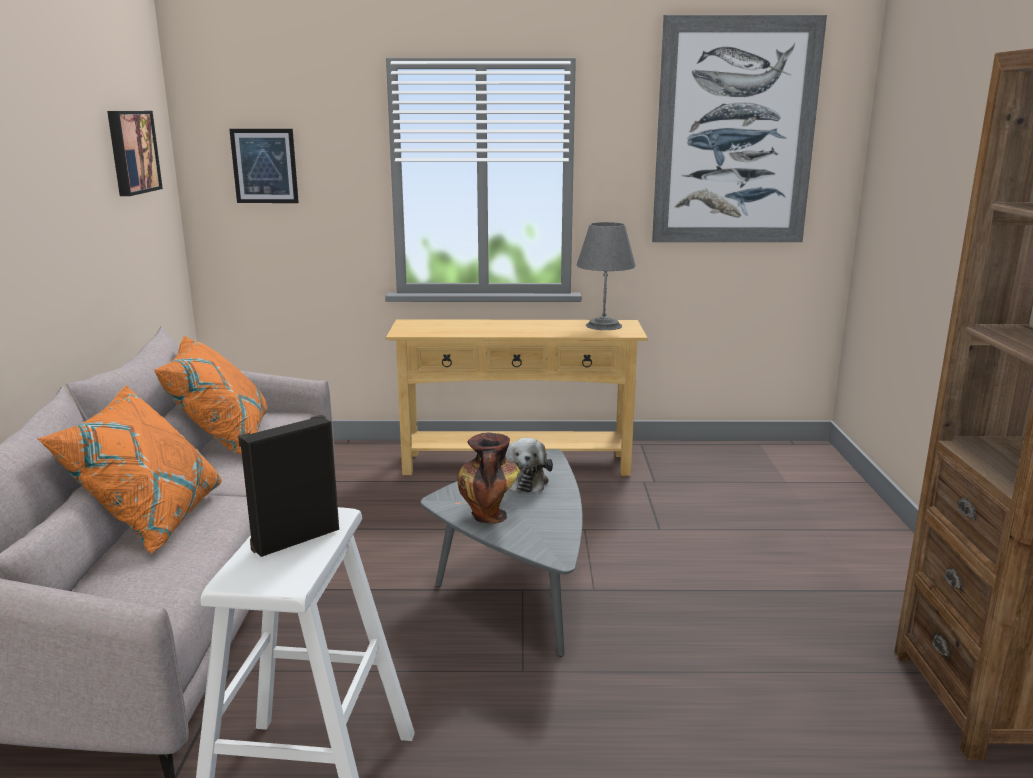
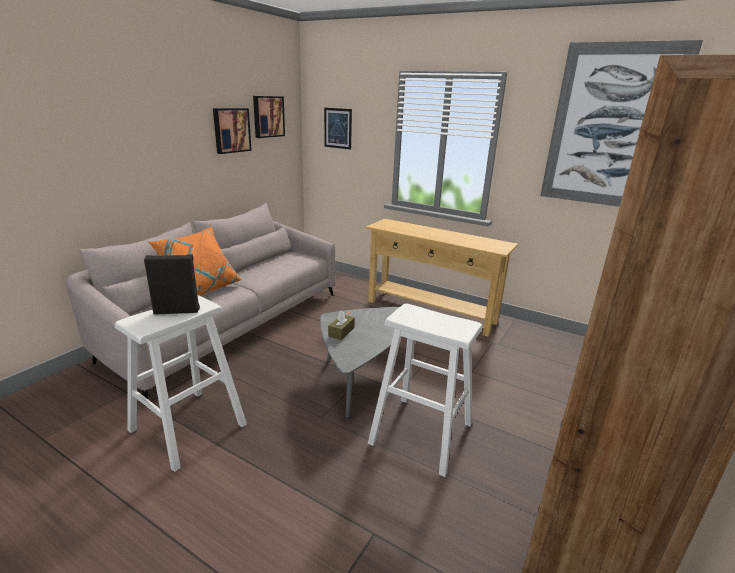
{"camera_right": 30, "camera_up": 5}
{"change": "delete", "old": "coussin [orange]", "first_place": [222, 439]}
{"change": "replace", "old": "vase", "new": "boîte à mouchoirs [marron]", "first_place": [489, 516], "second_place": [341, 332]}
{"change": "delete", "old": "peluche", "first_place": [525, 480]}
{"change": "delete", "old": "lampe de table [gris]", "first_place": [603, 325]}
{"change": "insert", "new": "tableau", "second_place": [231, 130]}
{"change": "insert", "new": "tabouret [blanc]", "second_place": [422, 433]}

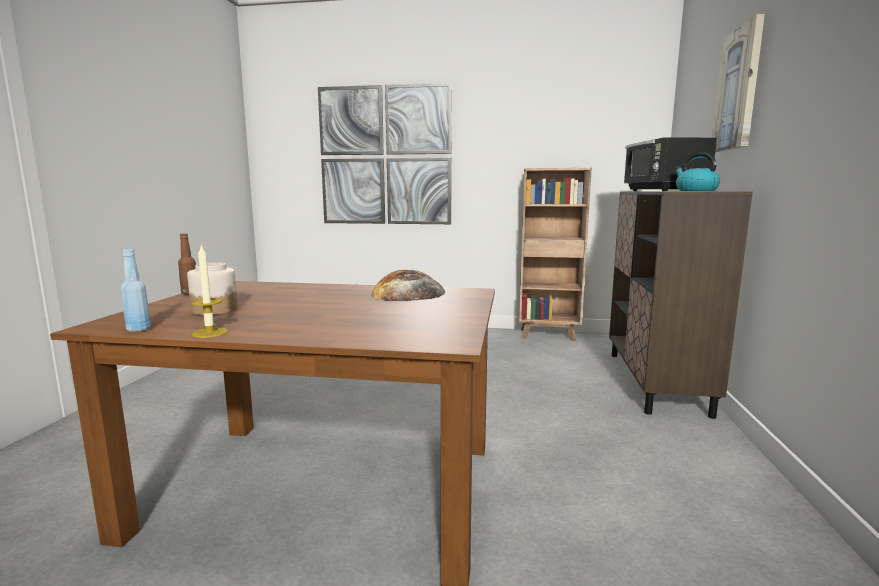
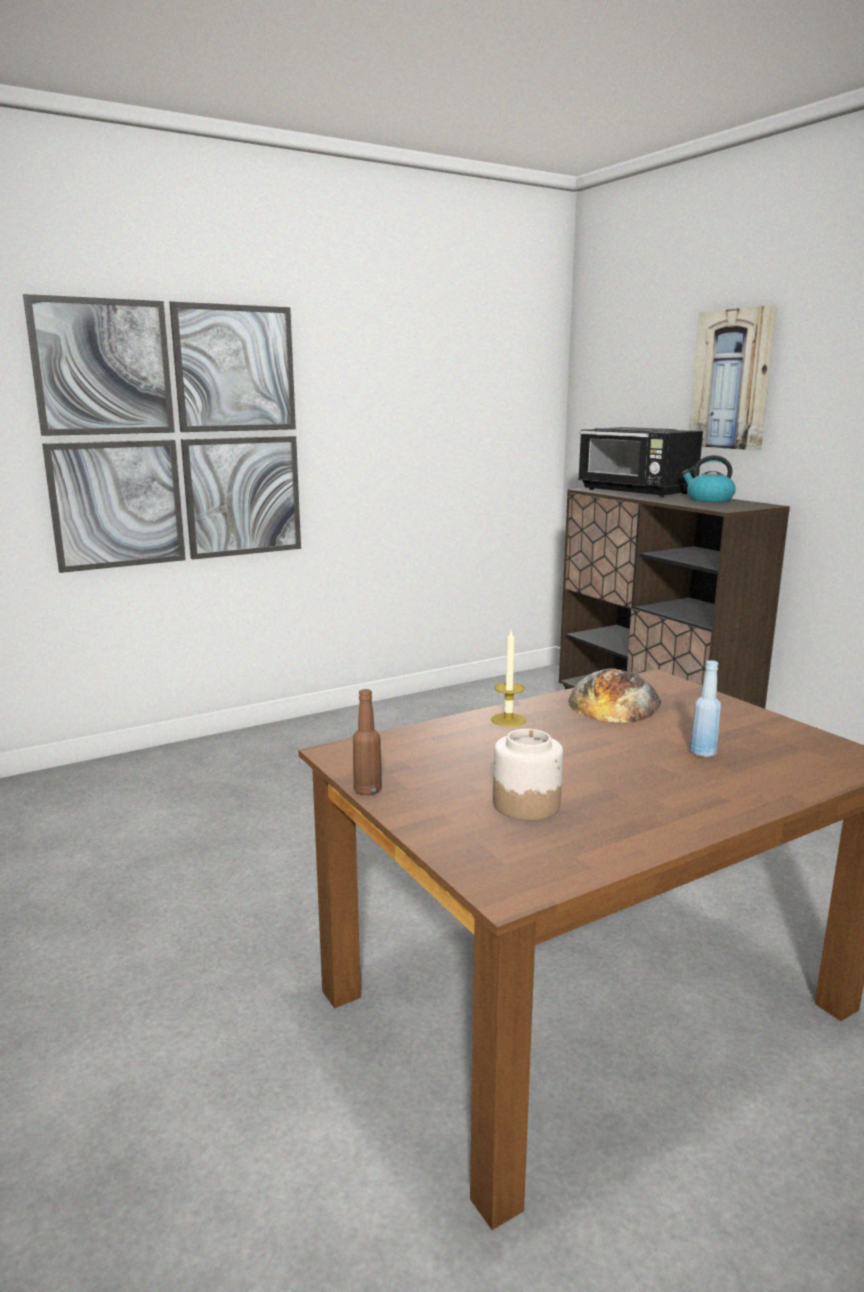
{"camera_right": -40, "camera_up": 5}
{"change": "move", "old": "bouteille [bleu]", "first_place": [138, 329], "second_place": [702, 753]}
{"change": "move", "old": "bougie", "first_place": [210, 333], "second_place": [508, 720]}
{"change": "delete", "old": "bibliothèque [marron]", "first_place": [549, 335]}

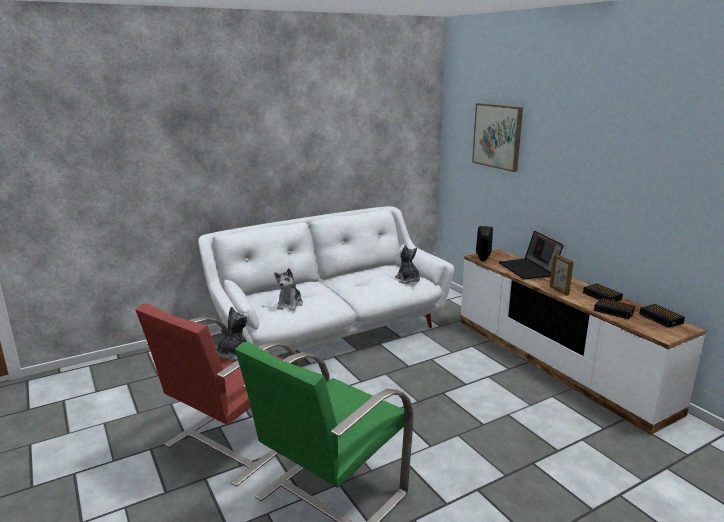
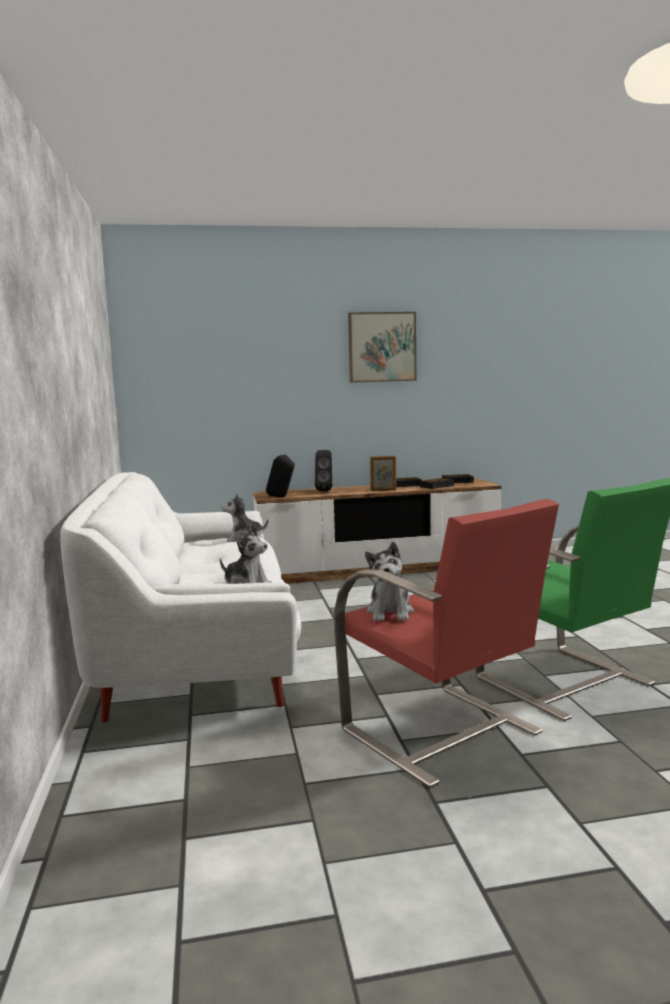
{"camera_right": -70, "camera_up": -10}
{"change": "rotate", "old": "peluche", "first_place": [234, 353], "second_place": [390, 612], "degrees": -135}
{"change": "move", "old": "tableau", "first_place": [497, 136], "second_place": [382, 347]}
{"change": "replace", "old": "ordinateur portable", "new": "enceinte [noir]", "first_place": [529, 269], "second_place": [324, 490]}

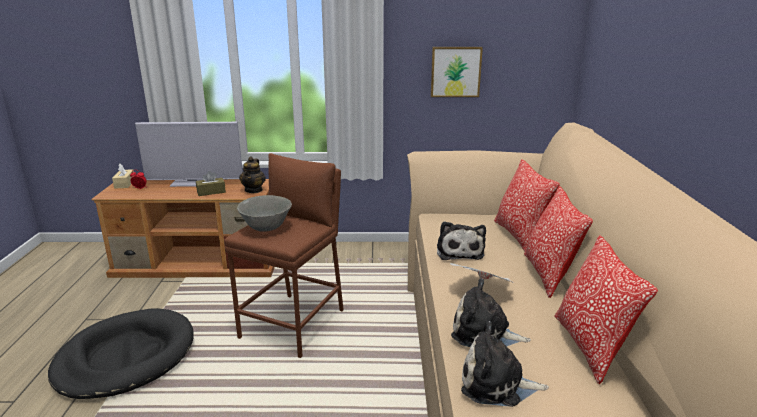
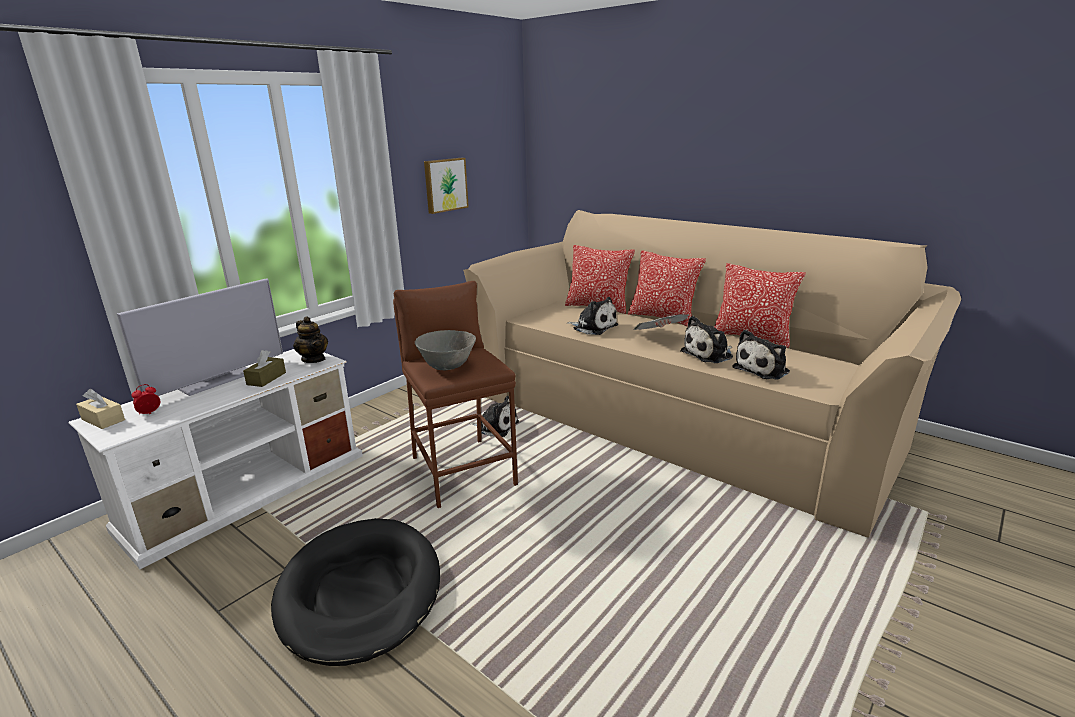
{"camera_right": -50, "camera_up": 0}
{"change": "recolor", "old": "meuble télé [marron]", "new": "meuble télé [blanc]", "first_place": [199, 263], "second_place": [248, 490]}
{"change": "insert", "new": "peluche", "second_place": [495, 426]}

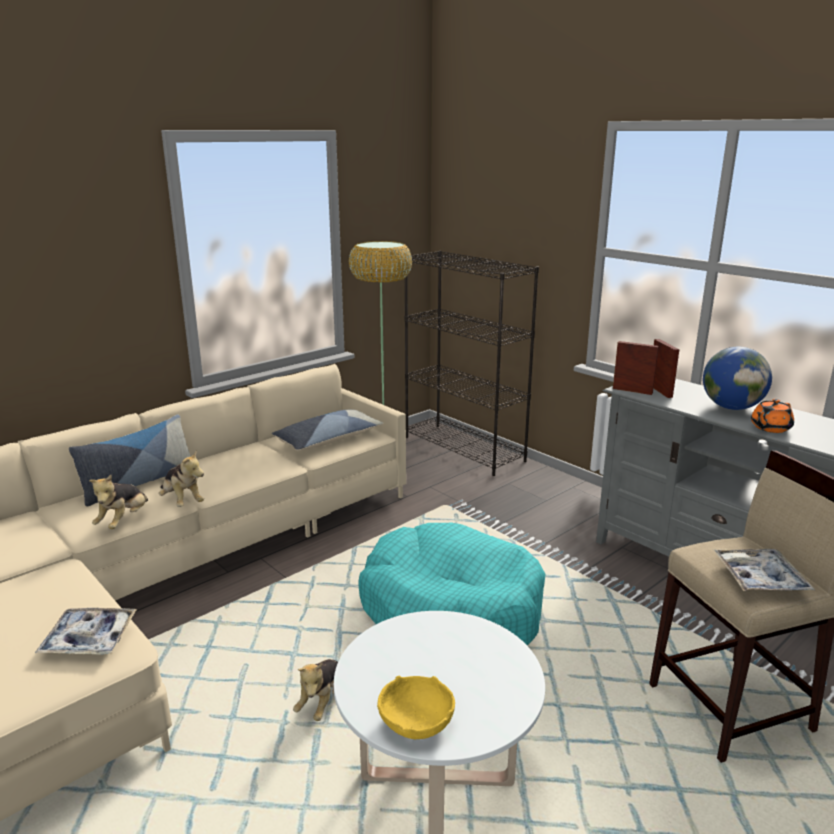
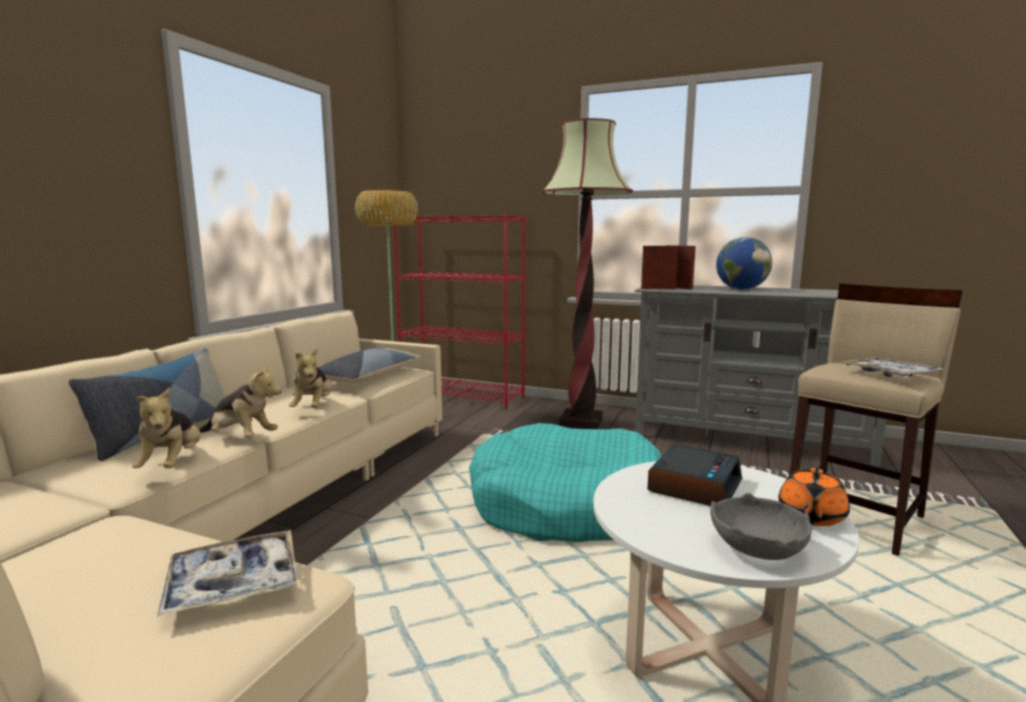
{"camera_right": -25, "camera_up": -10}
{"change": "move", "old": "peluche", "first_place": [323, 701], "second_place": [313, 407]}
{"change": "recolor", "old": "bol [jaune]", "new": "bol [gris]", "first_place": [417, 723], "second_place": [758, 548]}
{"change": "recolor", "old": "bibliothèque [noir]", "new": "bibliothèque [rouge]", "first_place": [464, 449], "second_place": [463, 396]}
{"change": "move", "old": "théière [orange]", "first_place": [769, 428], "second_place": [811, 516]}
{"change": "insert", "new": "lampadaire", "second_place": [581, 422]}
{"change": "insert", "new": "réveil", "second_place": [694, 485]}

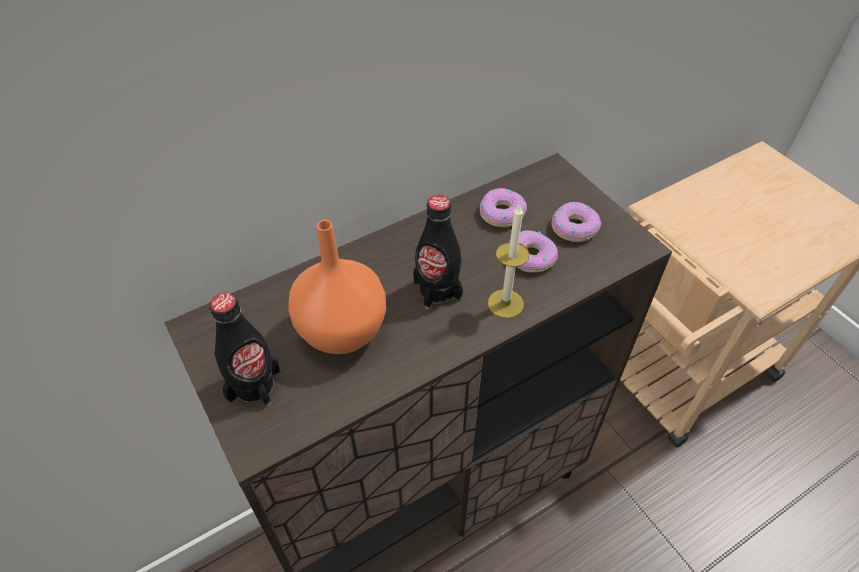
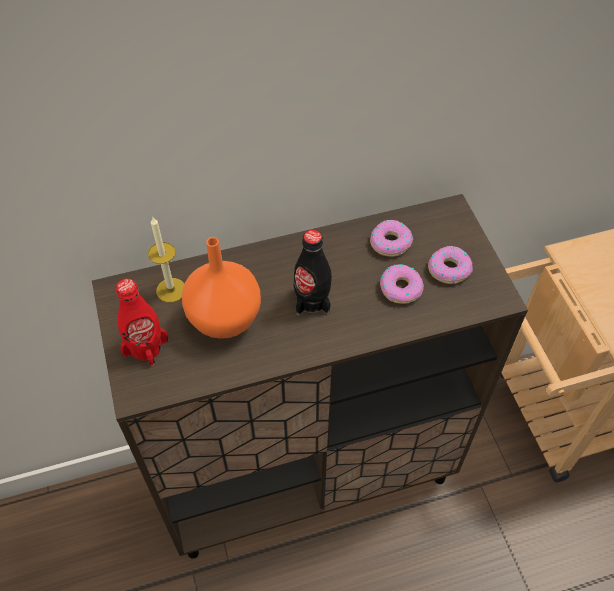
{"camera_right": 15, "camera_up": 5}
{"change": "recolor", "old": "bouteille [noir]", "new": "bouteille [rouge]", "first_place": [254, 385], "second_place": [146, 347]}
{"change": "move", "old": "bougie", "first_place": [505, 303], "second_place": [171, 290]}

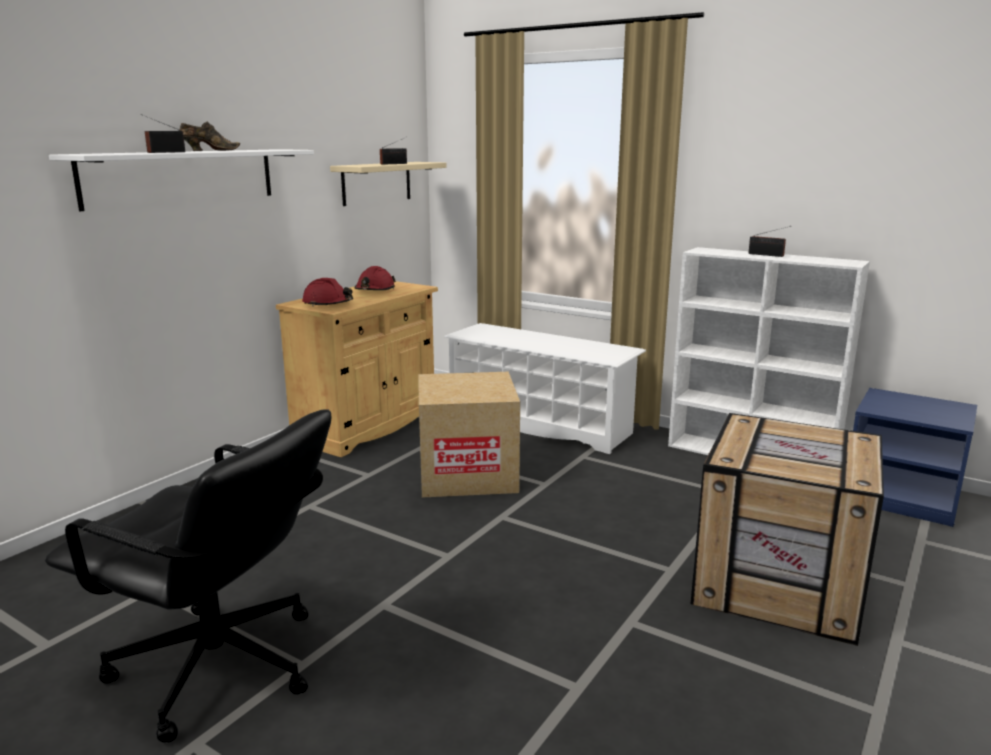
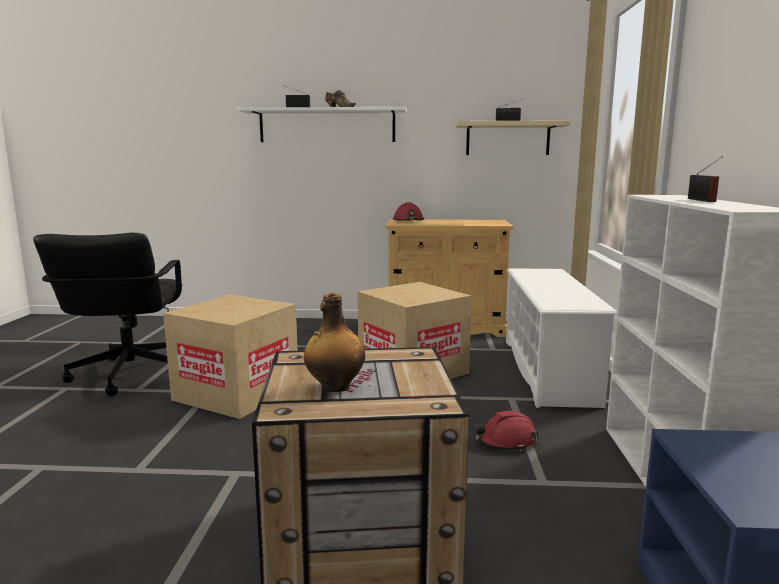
{"camera_right": 60, "camera_up": -5}
{"change": "move", "old": "casque de chantier [rouge]", "first_place": [375, 290], "second_place": [506, 441]}
{"change": "insert", "new": "carton", "second_place": [236, 393]}
{"change": "insert", "new": "bouteille", "second_place": [334, 387]}

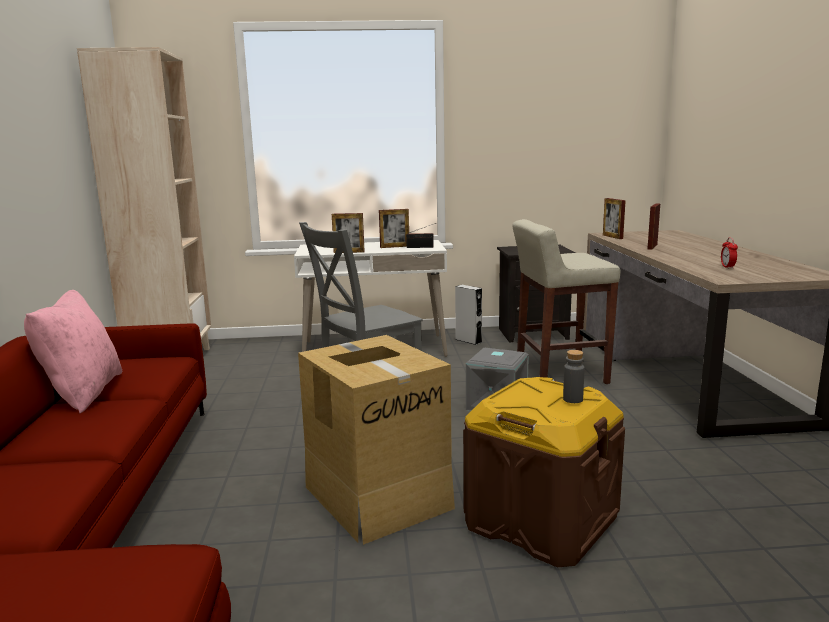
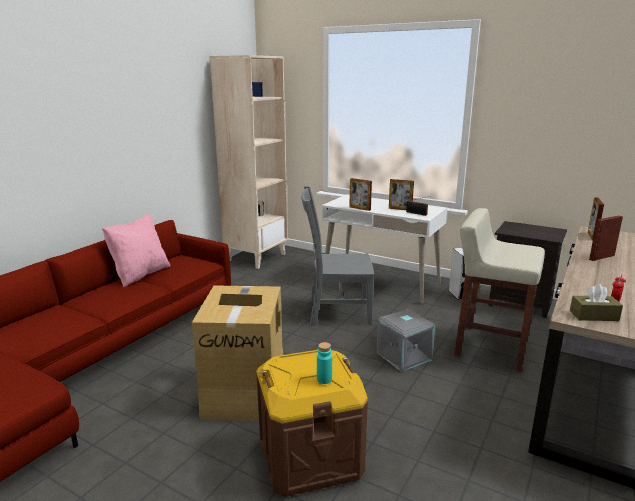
{"camera_right": 35, "camera_up": 5}
{"change": "recolor", "old": "bouteille [gris]", "new": "bouteille [turquoise]", "first_place": [572, 399], "second_place": [324, 379]}
{"change": "insert", "new": "boîte à mouchoirs [marron]", "second_place": [594, 316]}

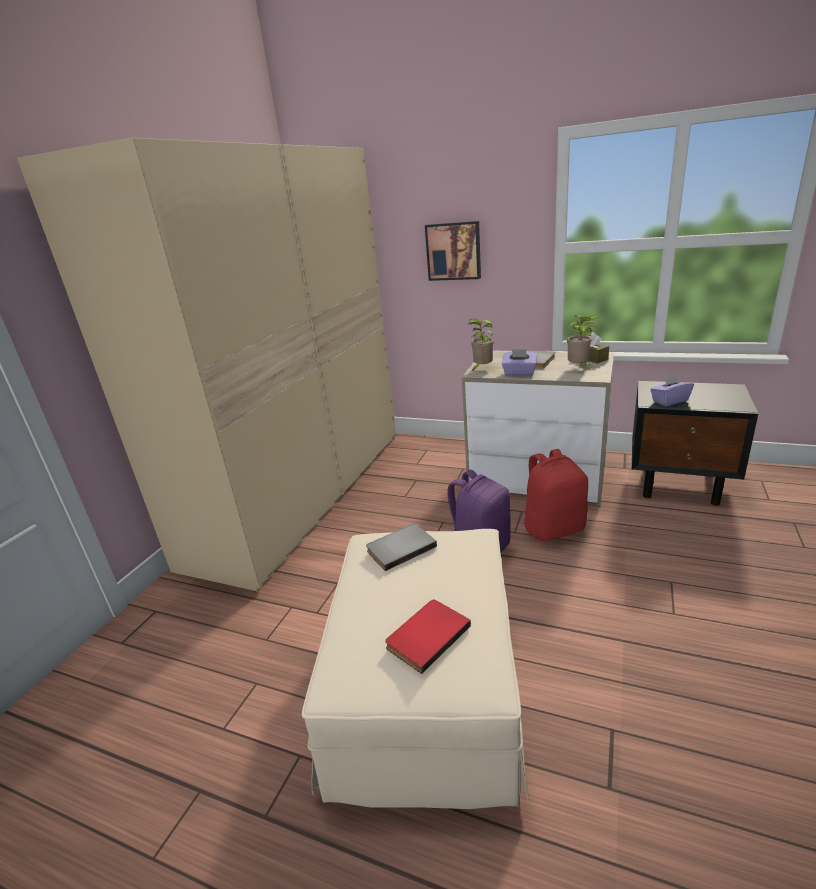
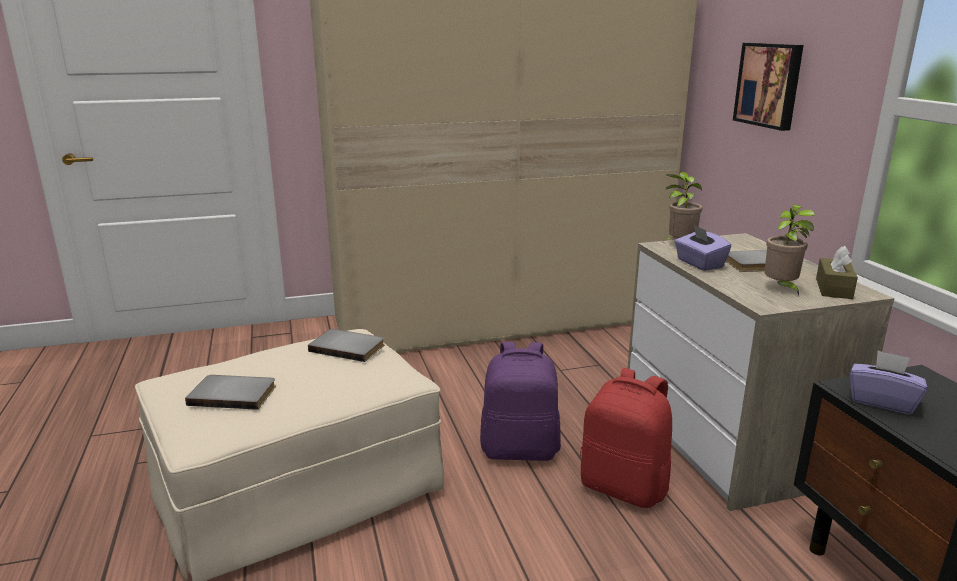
{"camera_right": 50, "camera_up": -5}
{"change": "recolor", "old": "livre [rouge]", "new": "livre [gris]", "first_place": [426, 635], "second_place": [233, 394]}

